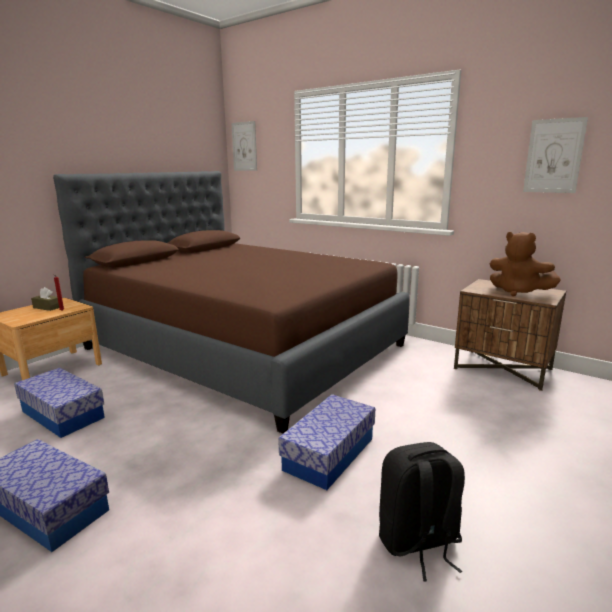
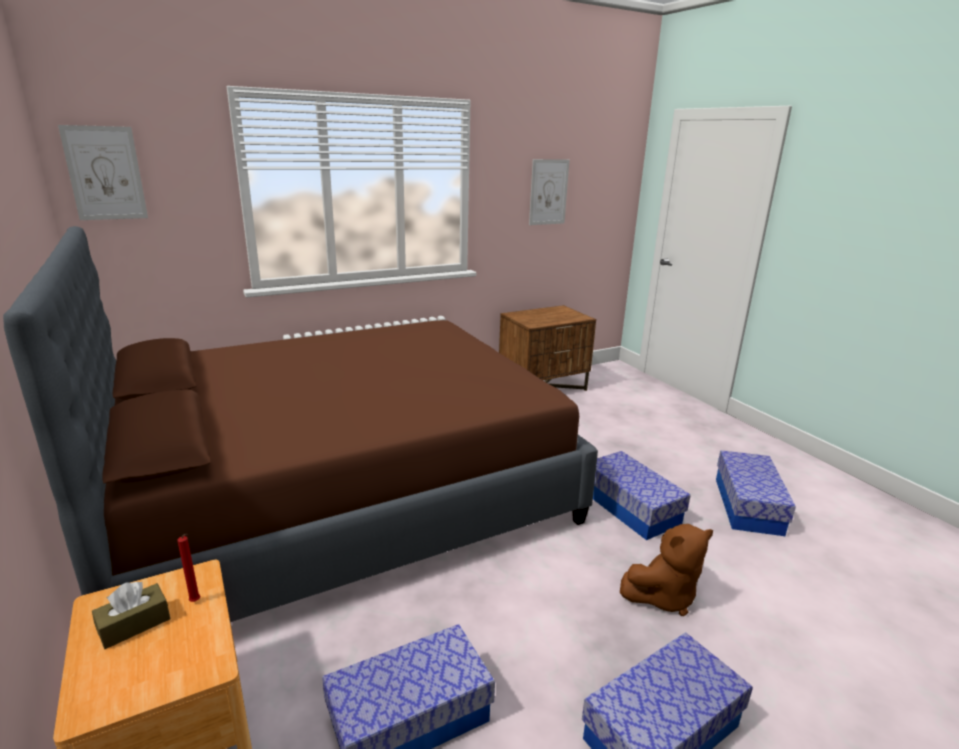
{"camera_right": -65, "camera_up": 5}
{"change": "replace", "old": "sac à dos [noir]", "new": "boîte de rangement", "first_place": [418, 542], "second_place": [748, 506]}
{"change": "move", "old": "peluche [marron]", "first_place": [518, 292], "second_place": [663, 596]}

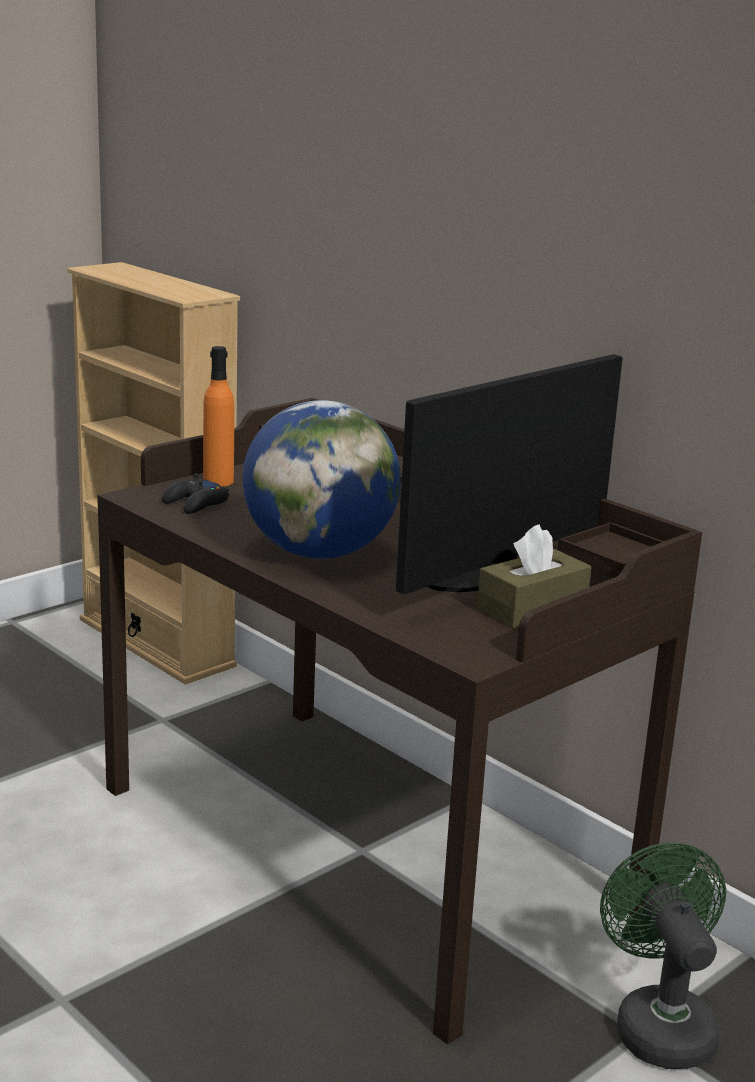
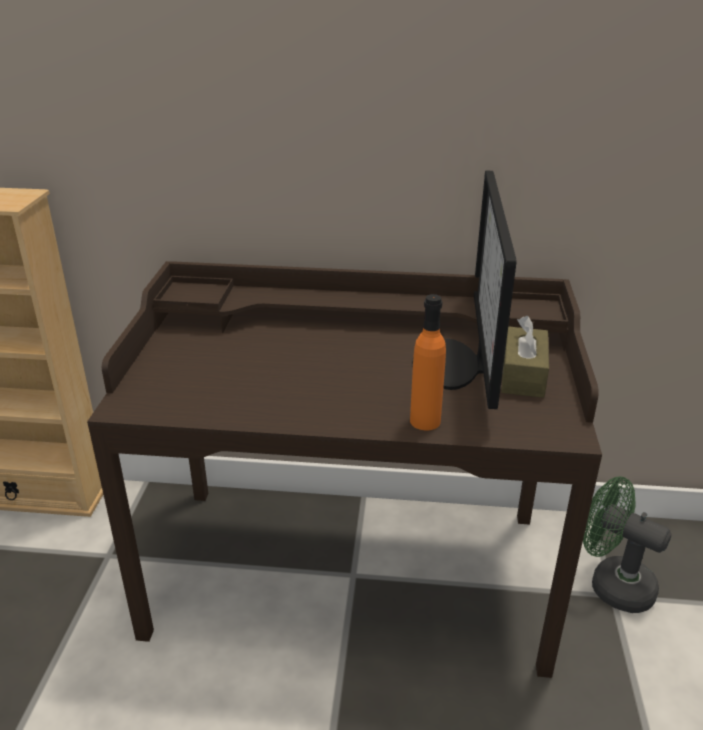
{"camera_right": -40, "camera_up": 10}
{"change": "delete", "old": "manette [noir]", "first_place": [195, 504]}
{"change": "move", "old": "bouteille [orange]", "first_place": [218, 481], "second_place": [425, 421]}
{"change": "delete", "old": "globe", "first_place": [319, 552]}

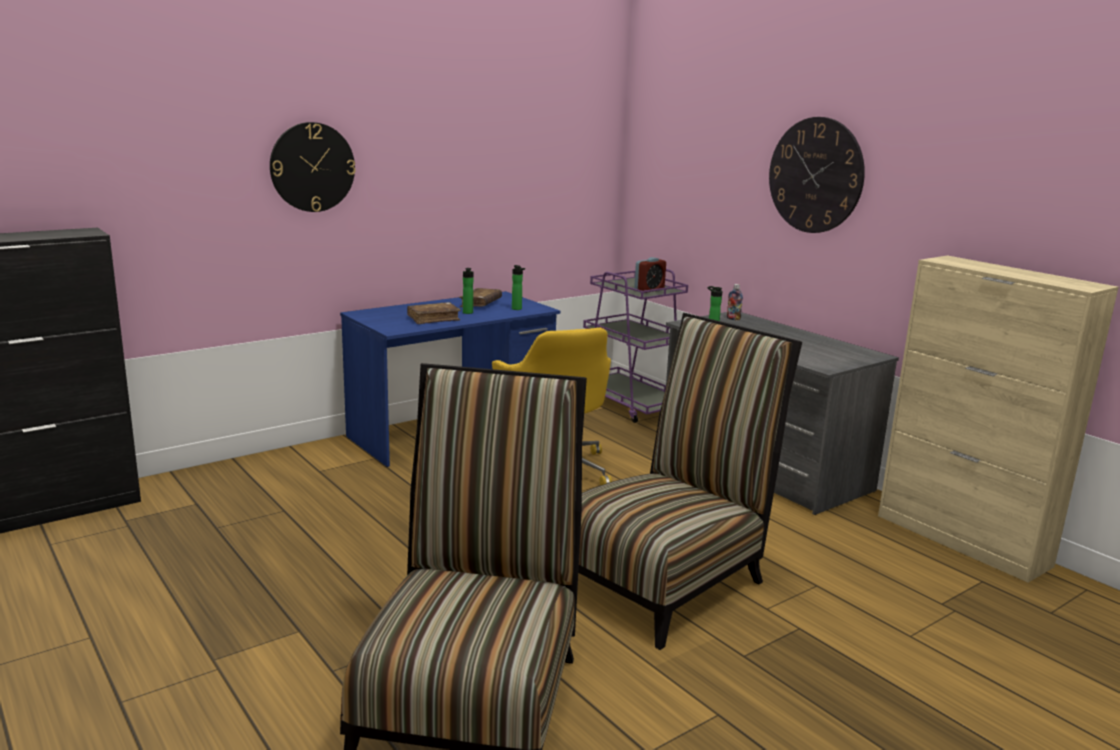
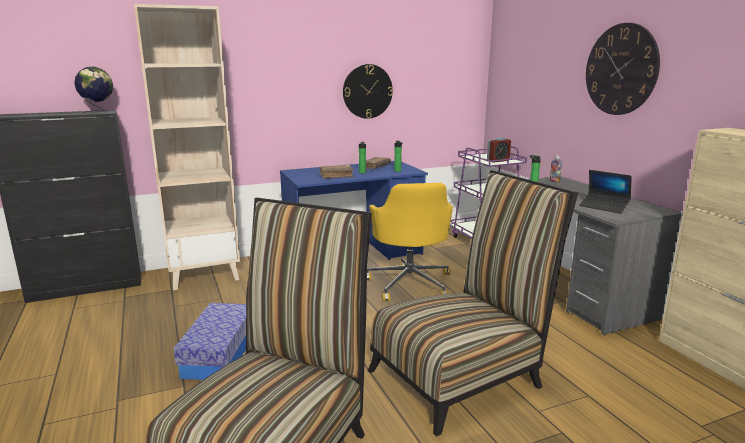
{"camera_right": 15, "camera_up": 0}
{"change": "move", "old": "horloge murale", "first_place": [312, 167], "second_place": [367, 91]}
{"change": "insert", "new": "globe", "second_place": [98, 111]}
{"change": "insert", "new": "bibliothèque [beige]", "second_place": [204, 275]}
{"change": "insert", "new": "boîte de rangement", "second_place": [220, 354]}
{"change": "insert", "new": "ordinateur portable", "second_place": [604, 207]}

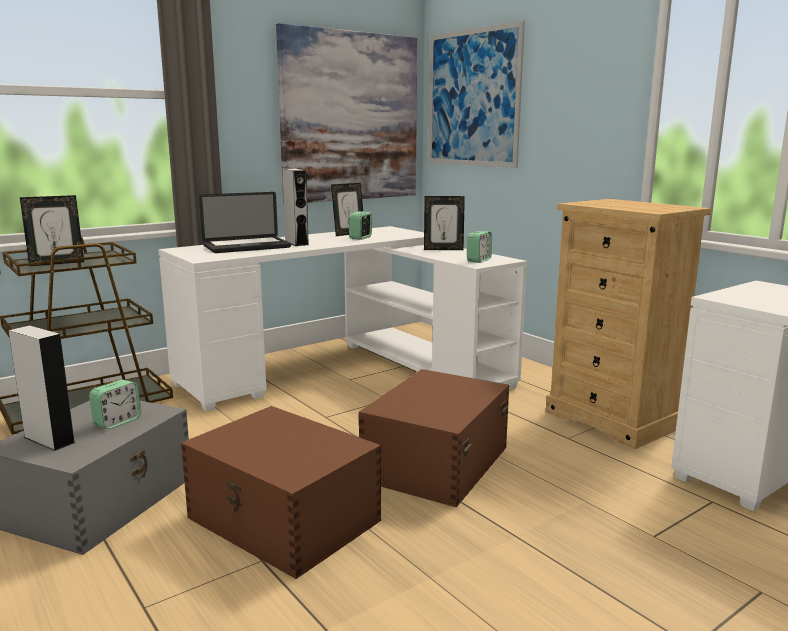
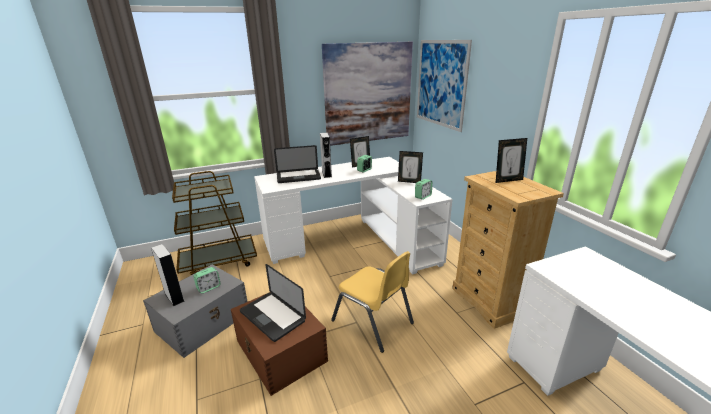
{"camera_right": 15, "camera_up": 10}
{"change": "move", "old": "cadre photo", "first_place": [57, 263], "second_place": [507, 180]}
{"change": "replace", "old": "boîte de rangement [marron]", "new": "chaise [jaune]", "first_place": [435, 463], "second_place": [373, 322]}
{"change": "insert", "new": "ordinateur portable", "second_place": [272, 316]}

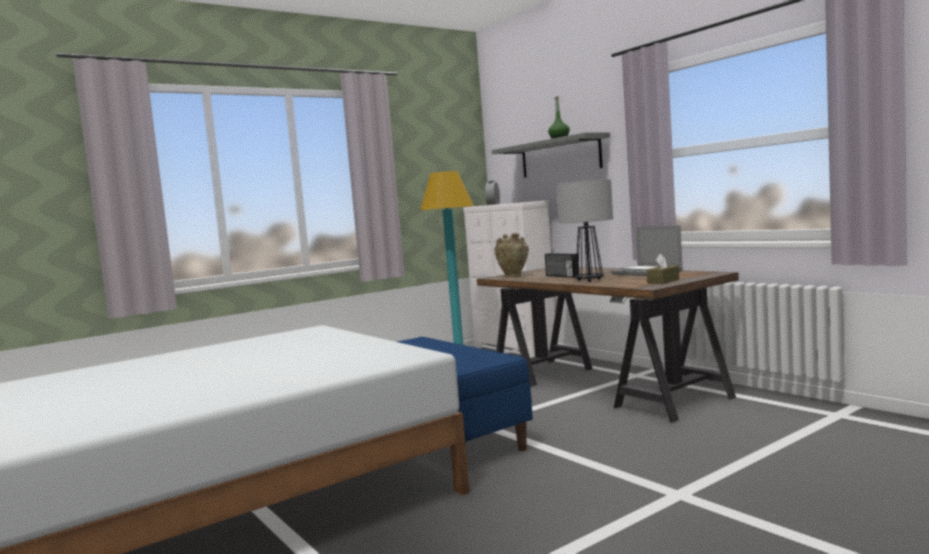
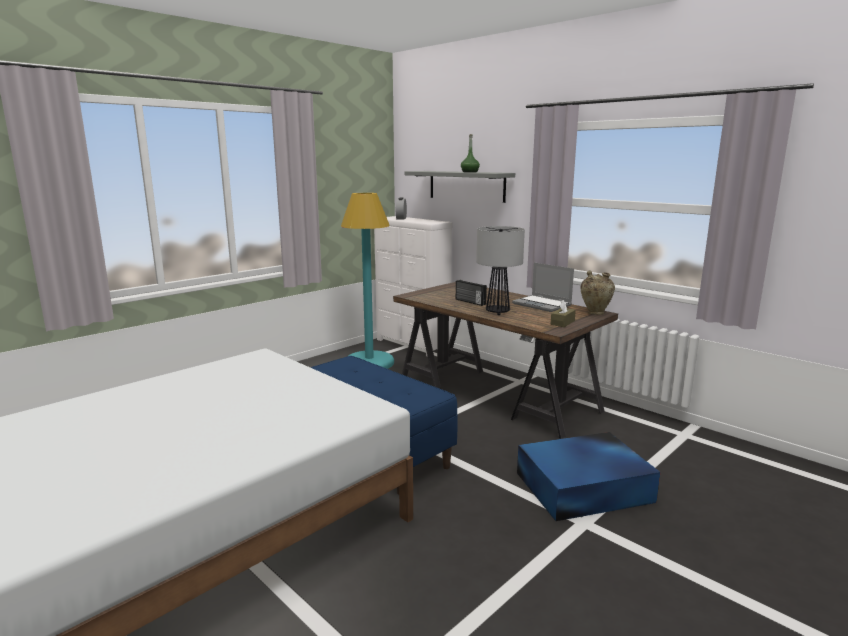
{"camera_right": -10, "camera_up": 10}
{"change": "move", "old": "vase [beige]", "first_place": [513, 277], "second_place": [595, 313]}
{"change": "insert", "new": "boîte de rangement [bleu]", "second_place": [585, 487]}

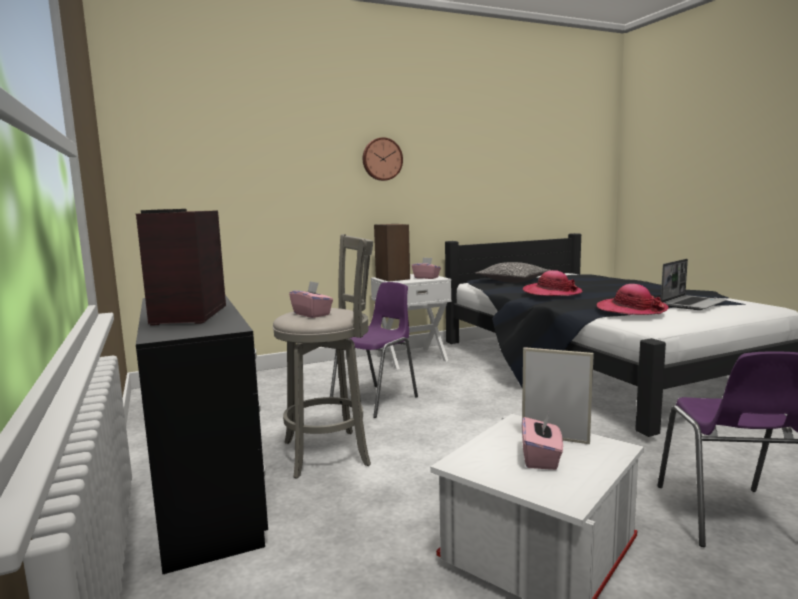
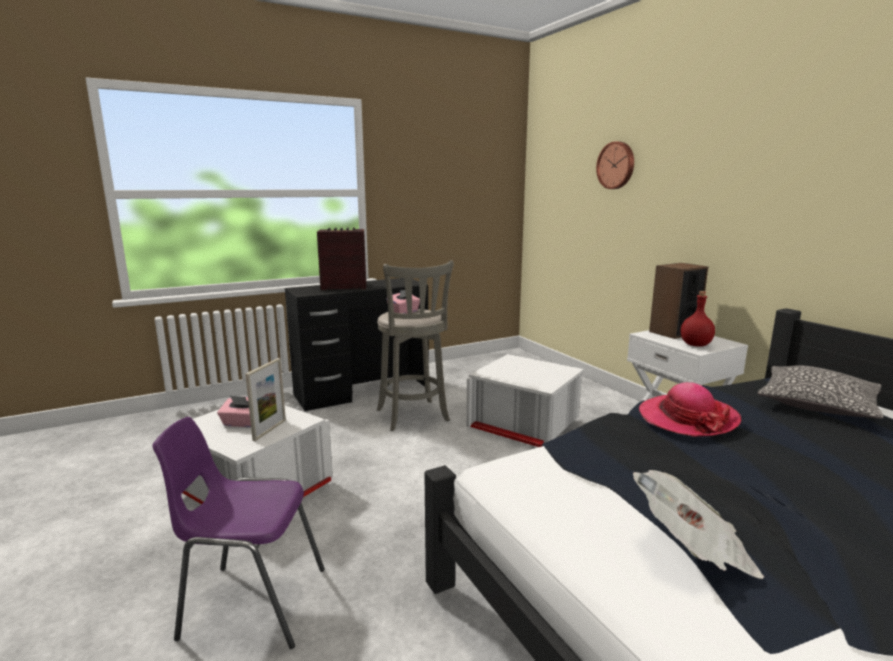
{"camera_right": 85, "camera_up": 5}
{"change": "replace", "old": "chaise [violet]", "new": "boîte de rangement [blanc]", "first_place": [376, 400], "second_place": [523, 426]}
{"change": "move", "old": "horloge murale", "first_place": [382, 159], "second_place": [616, 165]}
{"change": "replace", "old": "boîte à mouchoirs [rose]", "new": "bouteille [rouge]", "first_place": [426, 277], "second_place": [695, 345]}
{"change": "delete", "old": "chapeau", "first_place": [631, 310]}
{"change": "replace", "old": "ordinateur portable", "new": "journal", "first_place": [692, 304], "second_place": [692, 549]}

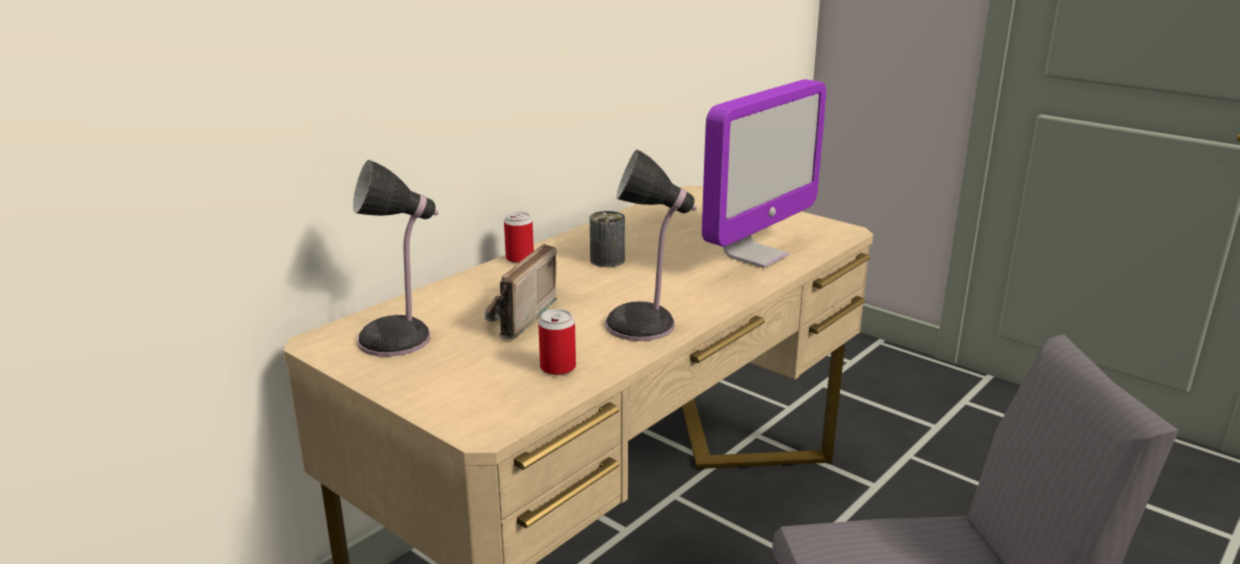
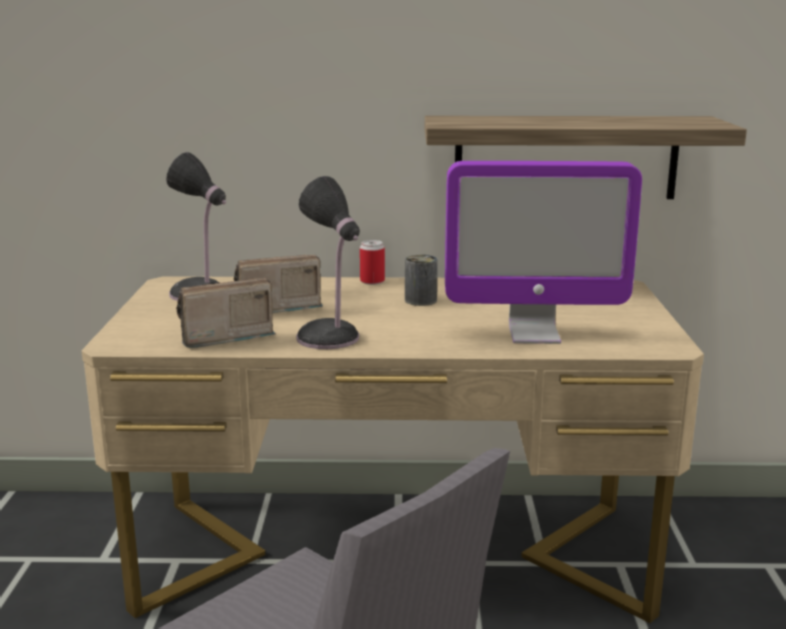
{"camera_right": 50, "camera_up": -5}
{"change": "replace", "old": "boîte métallique", "new": "radio", "first_place": [558, 368], "second_place": [222, 337]}
{"change": "insert", "new": "étagère", "second_place": [565, 157]}

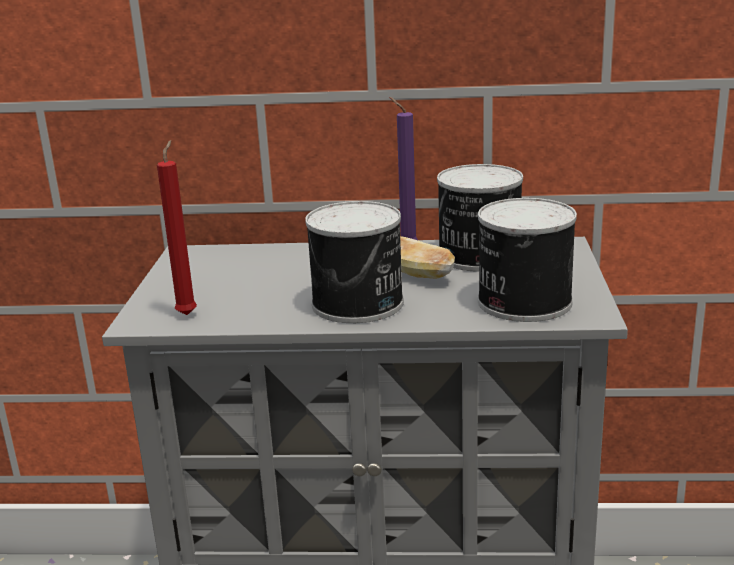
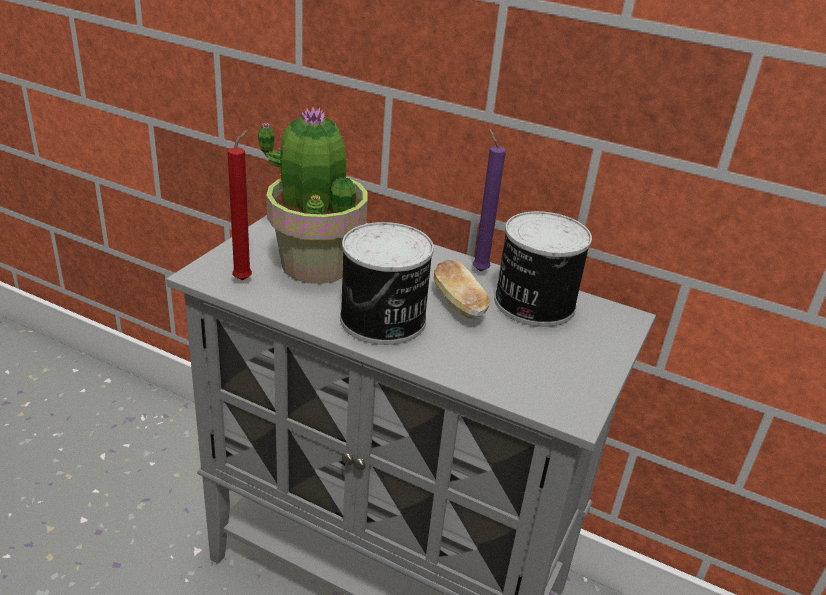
{"camera_right": 20, "camera_up": 10}
{"change": "delete", "old": "boîte métallique", "first_place": [521, 302]}
{"change": "insert", "new": "plante en pot", "second_place": [316, 264]}

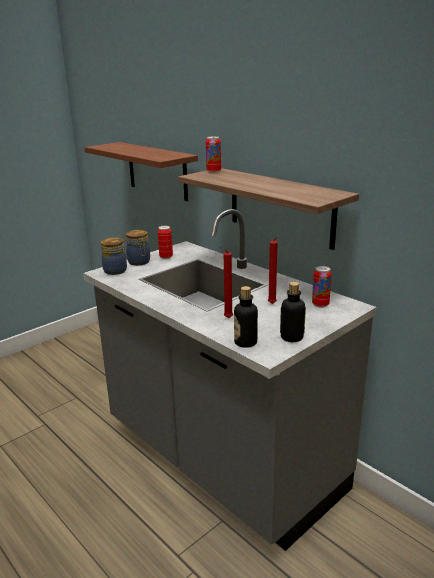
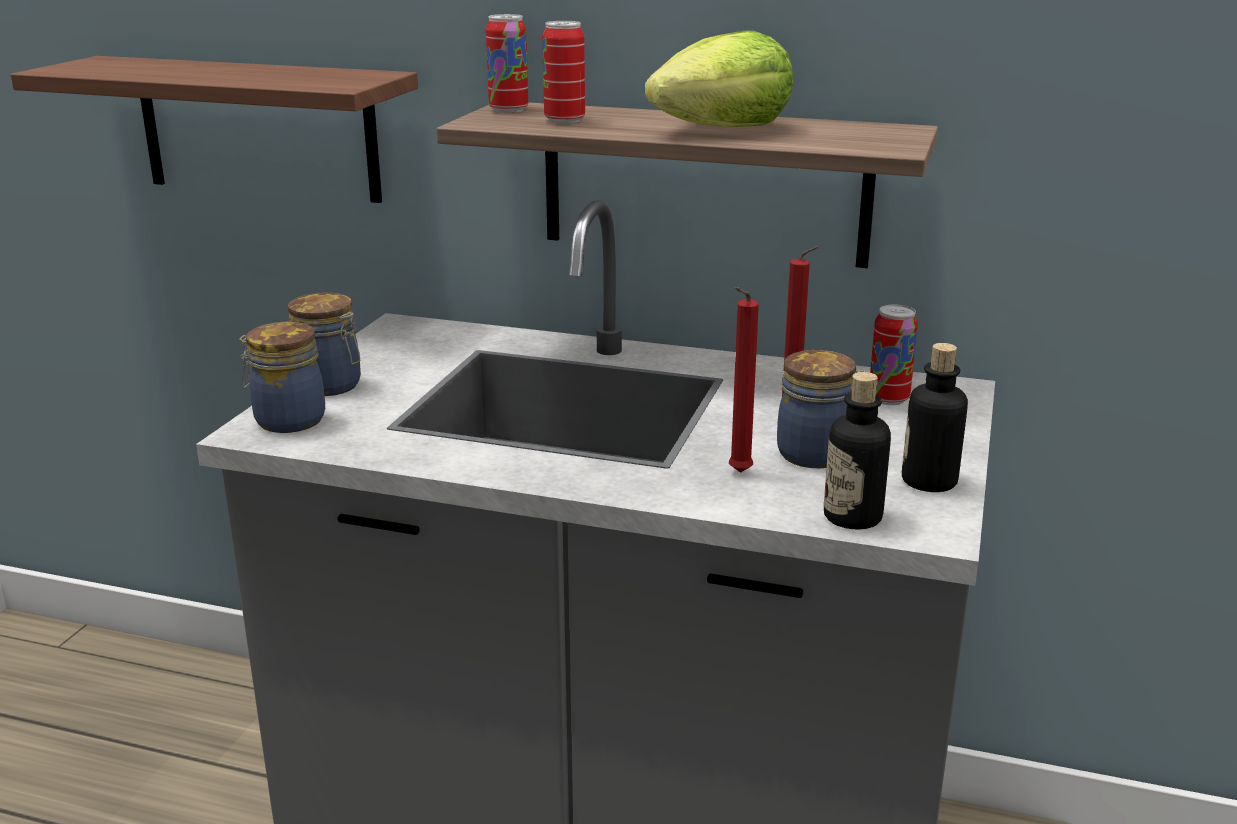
{"camera_right": -30, "camera_up": 0}
{"change": "move", "old": "boîte métallique", "first_place": [166, 257], "second_place": [564, 120]}
{"change": "insert", "new": "laitue", "second_place": [722, 129]}
{"change": "insert", "new": "bocal", "second_place": [817, 455]}

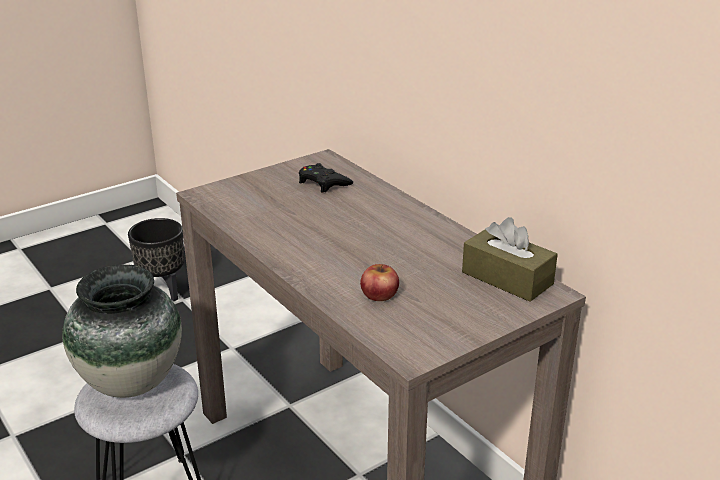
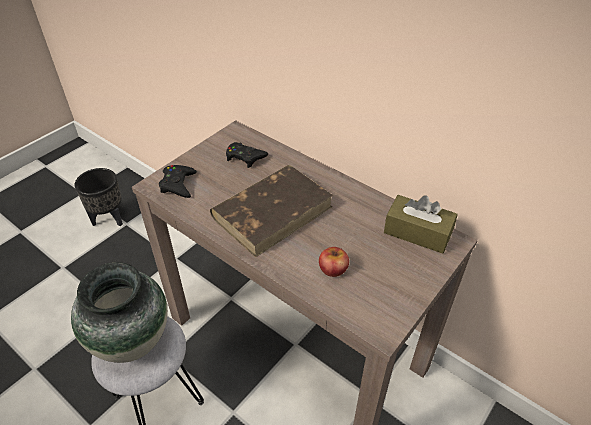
{"camera_right": -15, "camera_up": 15}
{"change": "insert", "new": "manette [noir]", "second_place": [178, 184]}
{"change": "insert", "new": "livre [marron]", "second_place": [273, 211]}

